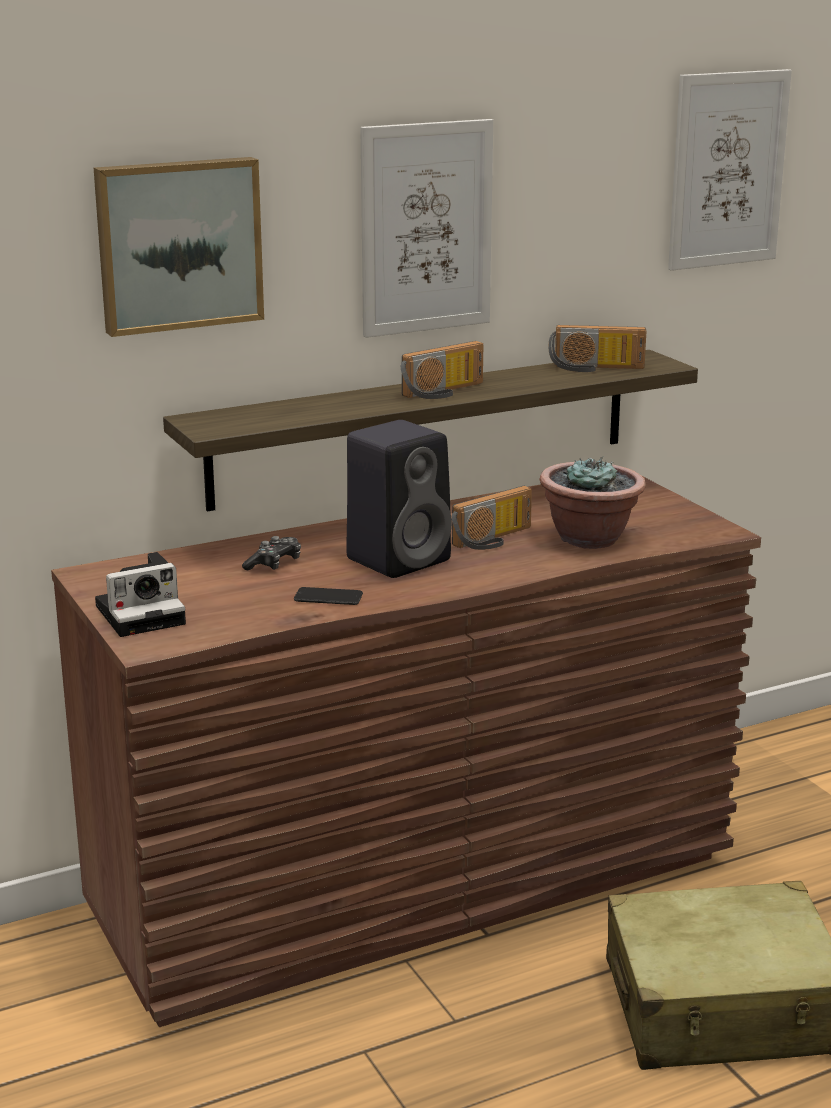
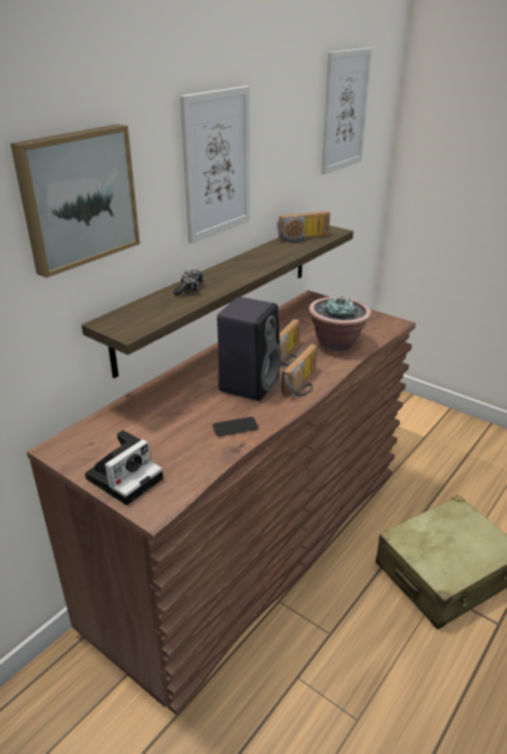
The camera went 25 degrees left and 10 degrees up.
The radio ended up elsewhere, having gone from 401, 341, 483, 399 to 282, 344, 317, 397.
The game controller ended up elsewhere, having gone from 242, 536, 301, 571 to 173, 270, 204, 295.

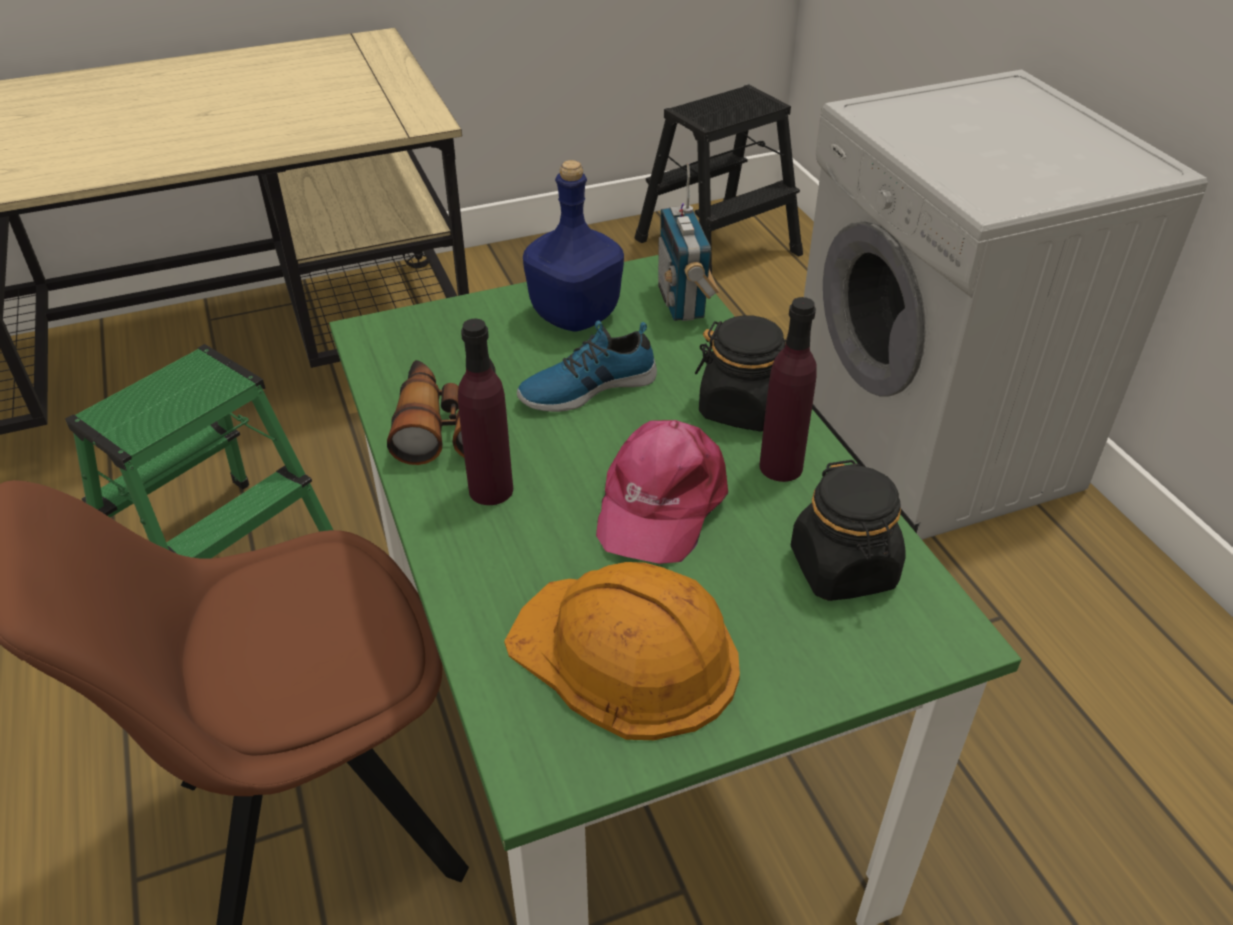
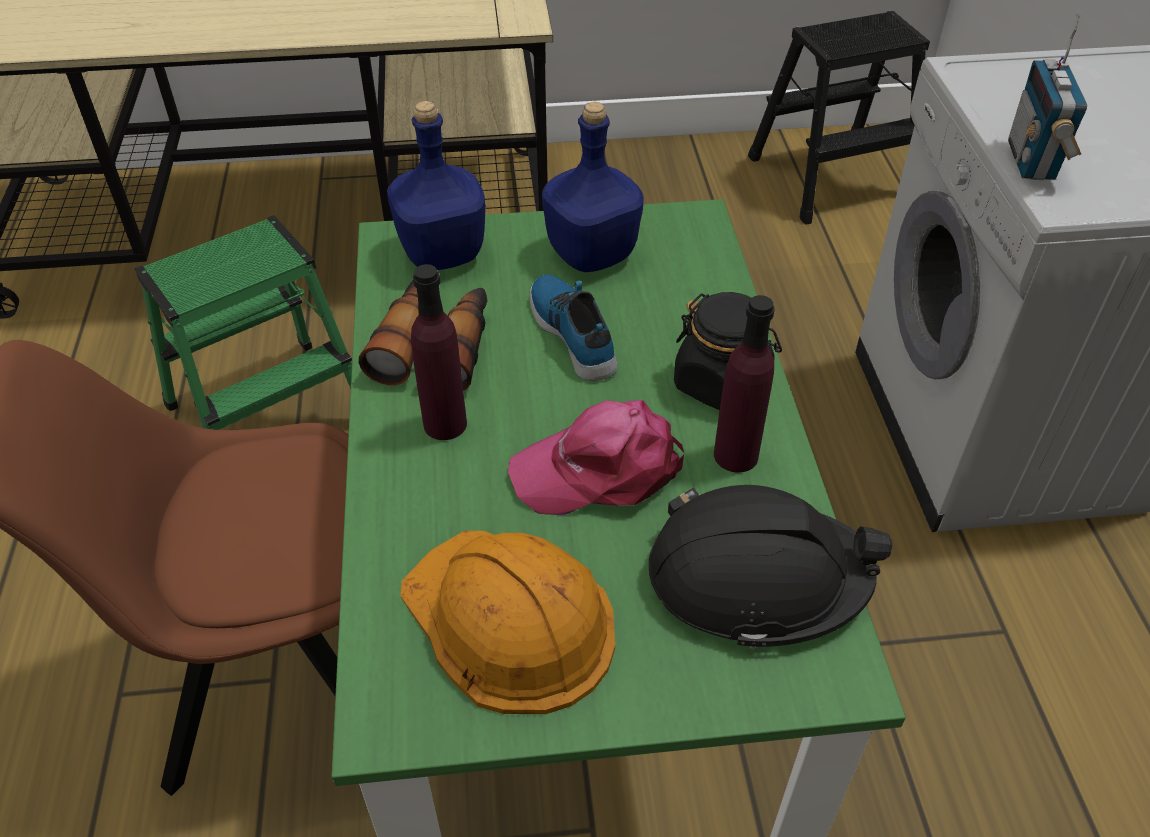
The camera went 15 degrees right and 5 degrees up.
The radio ended up elsewhere, having gone from 658, 163, 720, 321 to 1008, 14, 1087, 180.
The shoe at 517, 321, 657, 412 ended up facing another way, 75 degrees clockwise from before.
The cap/pink at 596, 420, 728, 564 ended up facing another way, 45 degrees clockwise from before.
Where the jar/black stood at 791, 460, 905, 601, the hard hat/black came to stand at 649, 485, 892, 650.
The second view gained the bottle/blue at 387, 101, 486, 270.

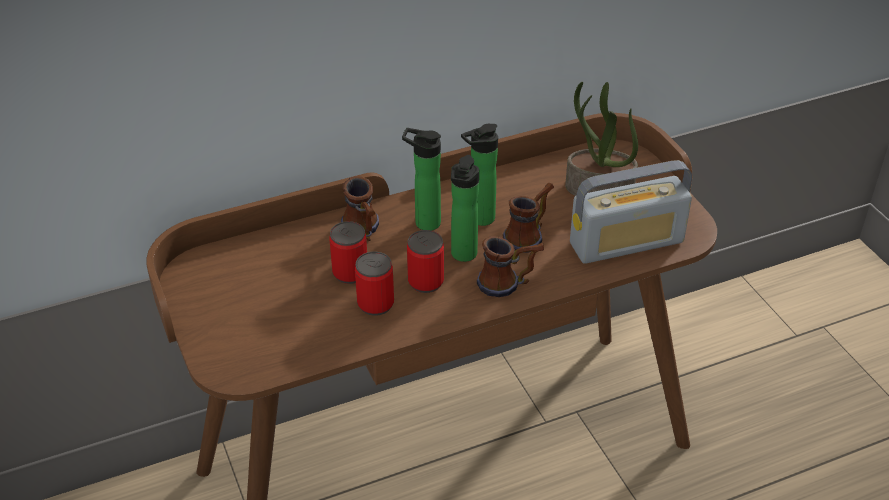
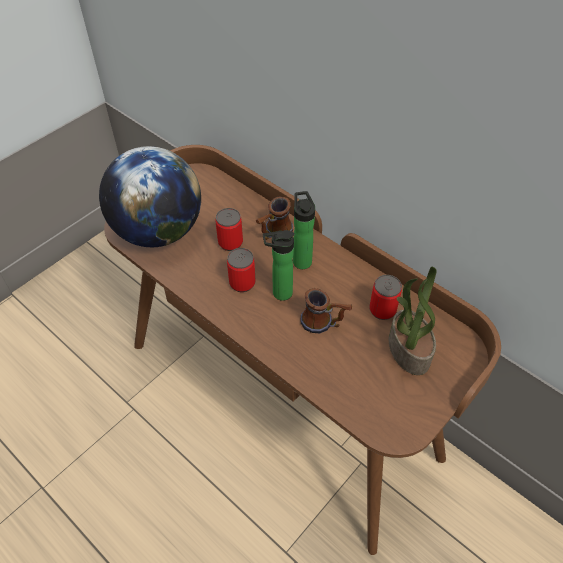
The camera went 65 degrees right and 10 degrees up.
The second view lost the bottle at 461, 124, 498, 226.
The second view lost the radio at 570, 160, 692, 264.
The second view lost the mug at 477, 236, 544, 297.
The can ended up elsewhere, having gone from 355, 252, 394, 316 to 369, 275, 402, 320.
The second view gained the globe at 99, 146, 201, 247.

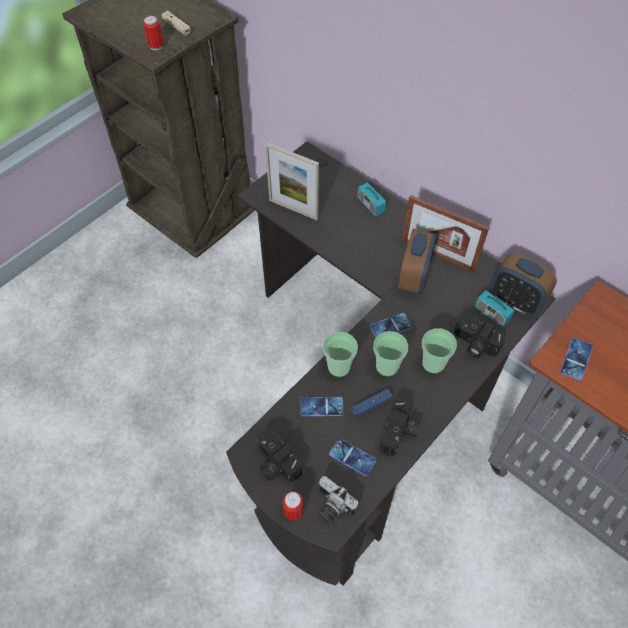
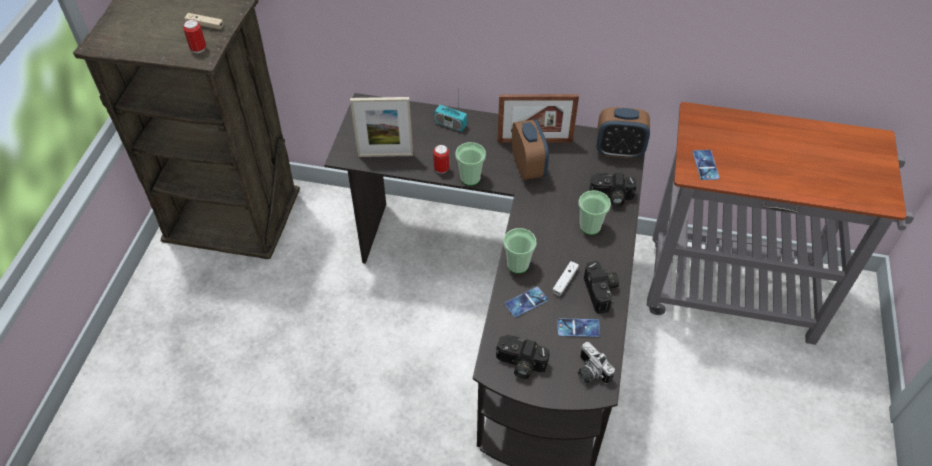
The camera went 30 degrees left and 5 degrees down.
The second view lost the radio at 475, 287, 514, 327.
The second view lost the phone at 370, 313, 412, 337.
The cup ended up elsewhere, having gone from 373, 331, 408, 377 to 455, 142, 486, 186.
What was the game controller/blue at 352, 389, 393, 417 turned into the game controller/white at 552, 261, 579, 296.
The photo camera at 318, 476, 358, 522 ended up facing another way, 45 degrees clockwise from before.
The can ended up elsewhere, having gone from 282, 491, 303, 520 to 433, 145, 449, 174.

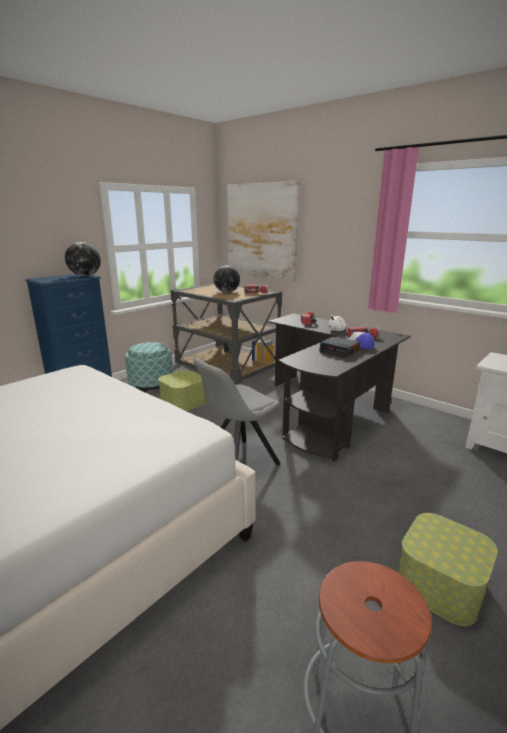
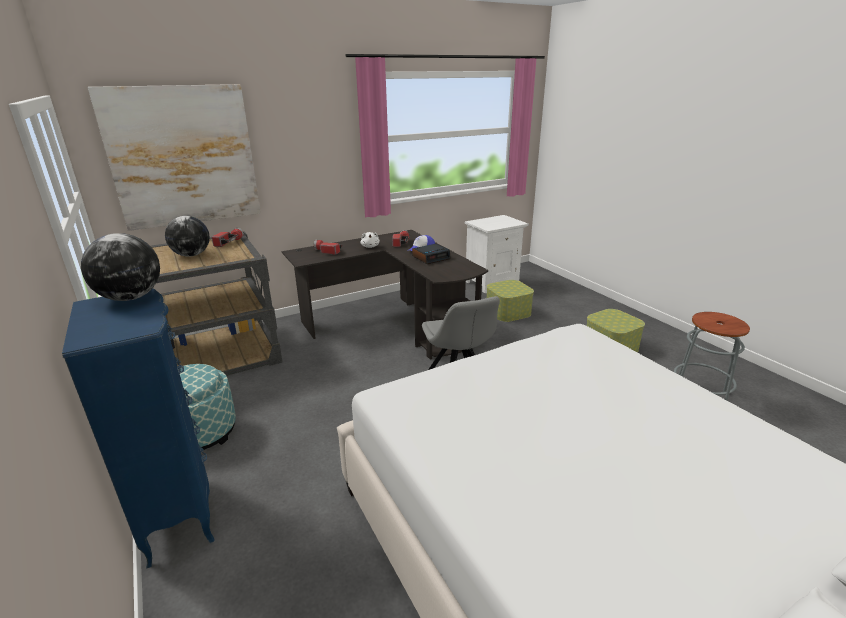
The camera went 70 degrees left and 5 degrees up.
The storage box ended up elsewhere, having gone from 158, 370, 206, 411 to 487, 280, 534, 322.

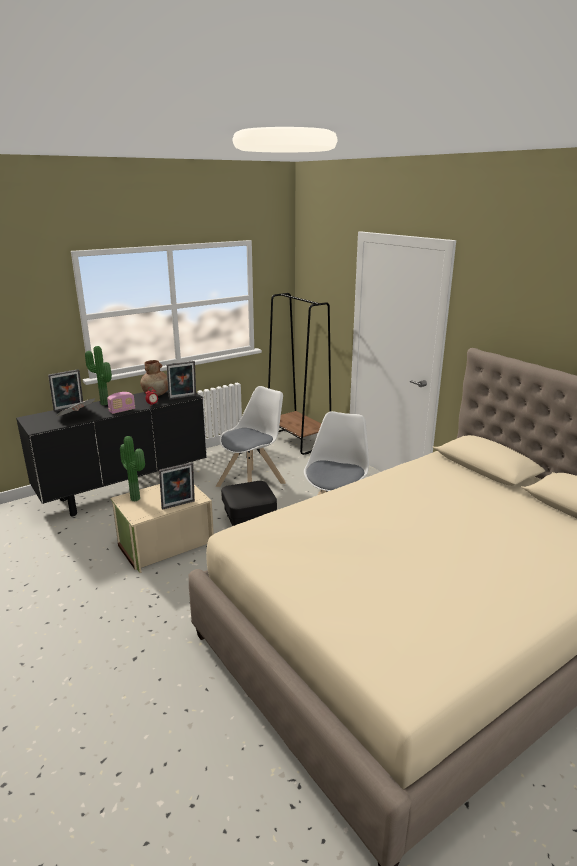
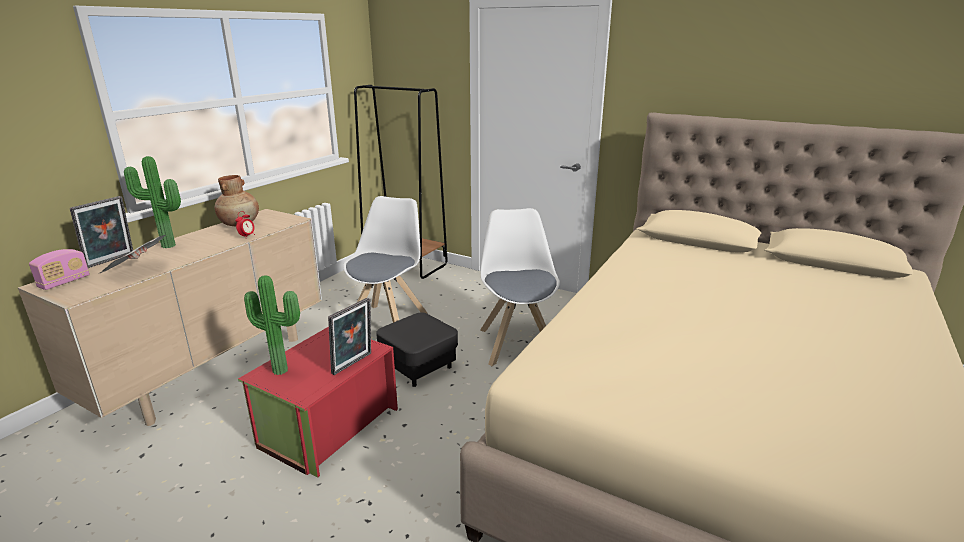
The camera went 25 degrees left and 0 degrees up.
The second view lost the picture frame at 167, 361, 196, 400.
What was the dresser/black at 16, 390, 207, 517 turned into the dresser/beige at 18, 209, 322, 426.
The radio ended up elsewhere, having gone from 107, 392, 135, 414 to 29, 249, 90, 290.
What was the storage box/beige at 110, 484, 214, 573 turned into the storage box/red at 238, 327, 398, 478.

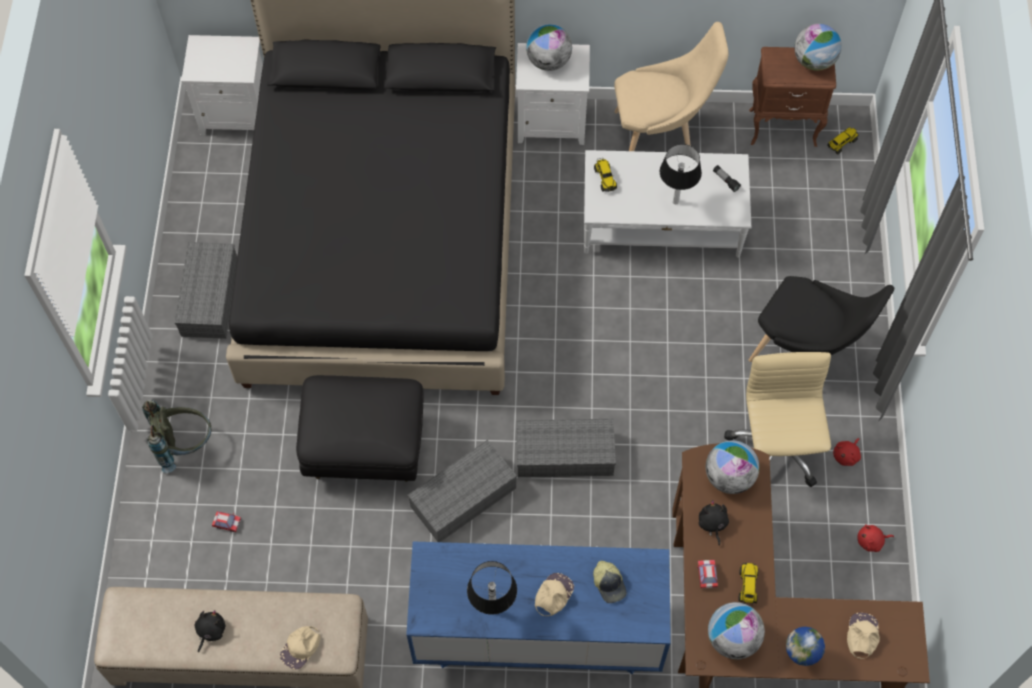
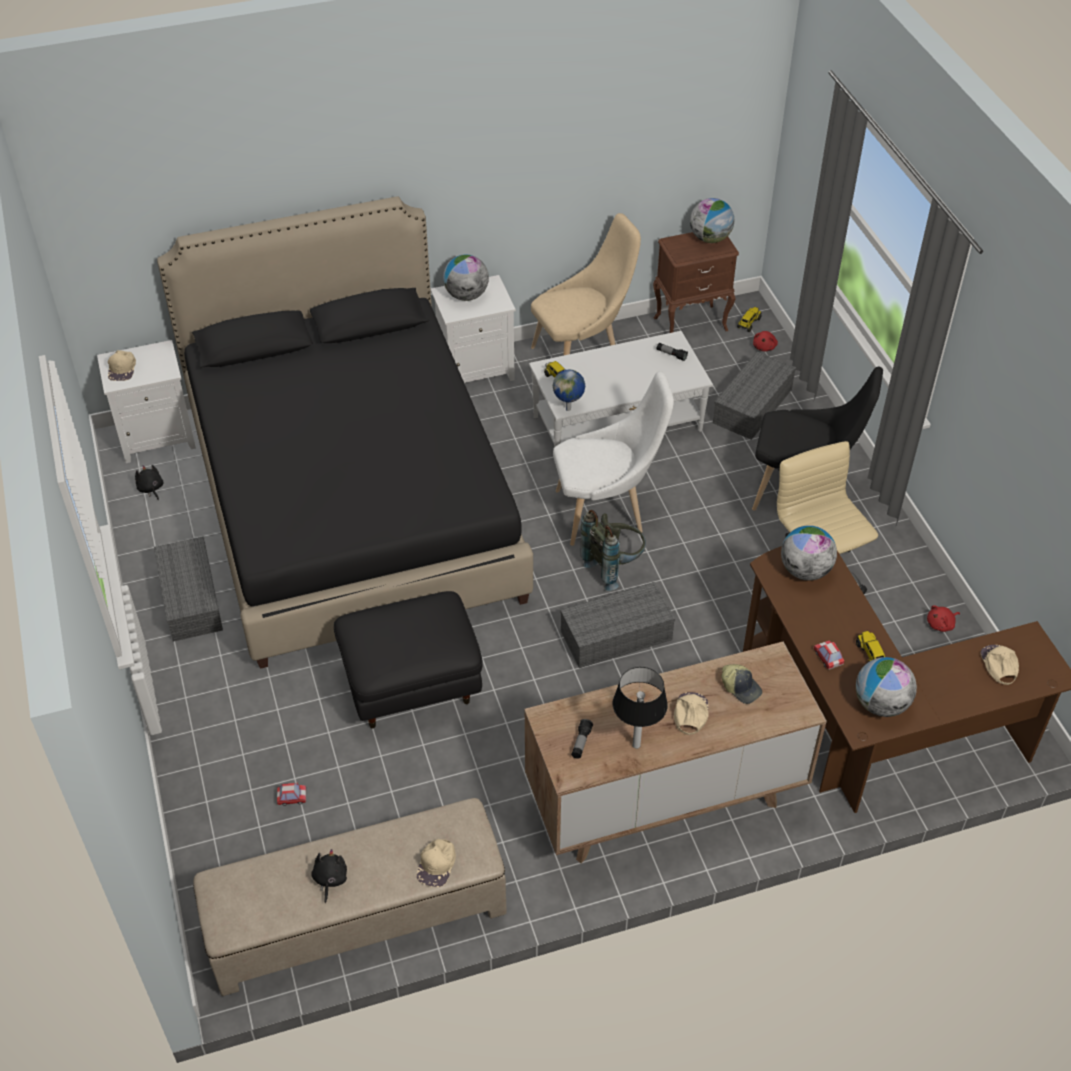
The camera went 20 degrees left and 15 degrees down.
The second view lost the table lamp at 660, 144, 702, 204.
The backpack/grey ended up elsewhere, having gone from 142, 400, 212, 473 to 580, 510, 646, 591.
The plush toy/red ended up elsewhere, having gone from 833, 438, 861, 466 to 753, 331, 778, 351.
The storage box/grey ended up elsewhere, having gone from 408, 440, 517, 542 to 713, 352, 796, 440.
The plush toy/black ended up elsewhere, having gone from 699, 500, 729, 546 to 135, 465, 163, 501.
What was the dresser/blue at 406, 541, 671, 674 turned into the dresser/green at 524, 642, 827, 863.
The globe ended up elsewhere, having gone from 786, 627, 825, 666 to 553, 370, 585, 411.
The second view gained the cap/beige at 108, 350, 136, 381.
The second view gained the chair/white at 553, 371, 674, 546.
The second view gained the flashlight at 571, 719, 593, 759.

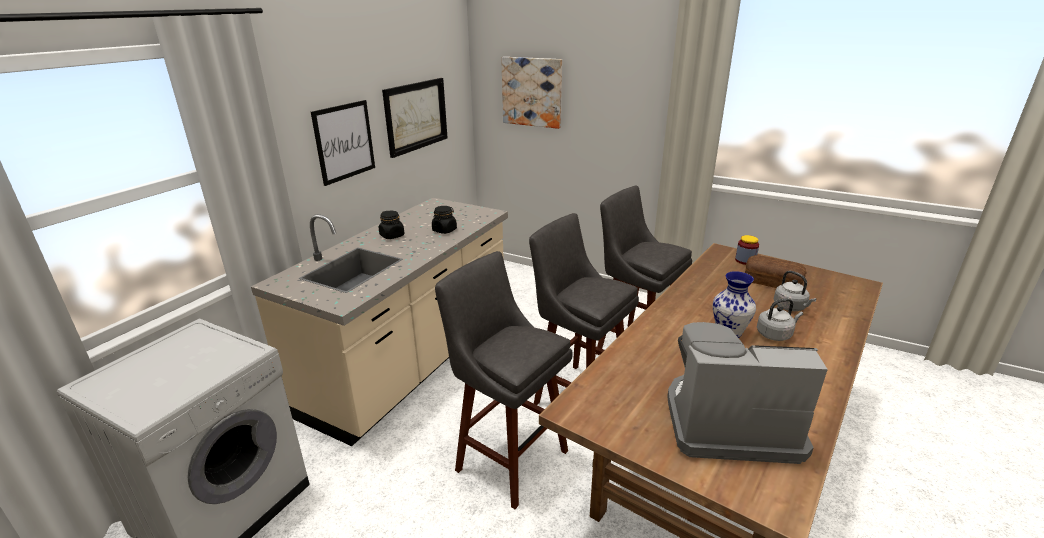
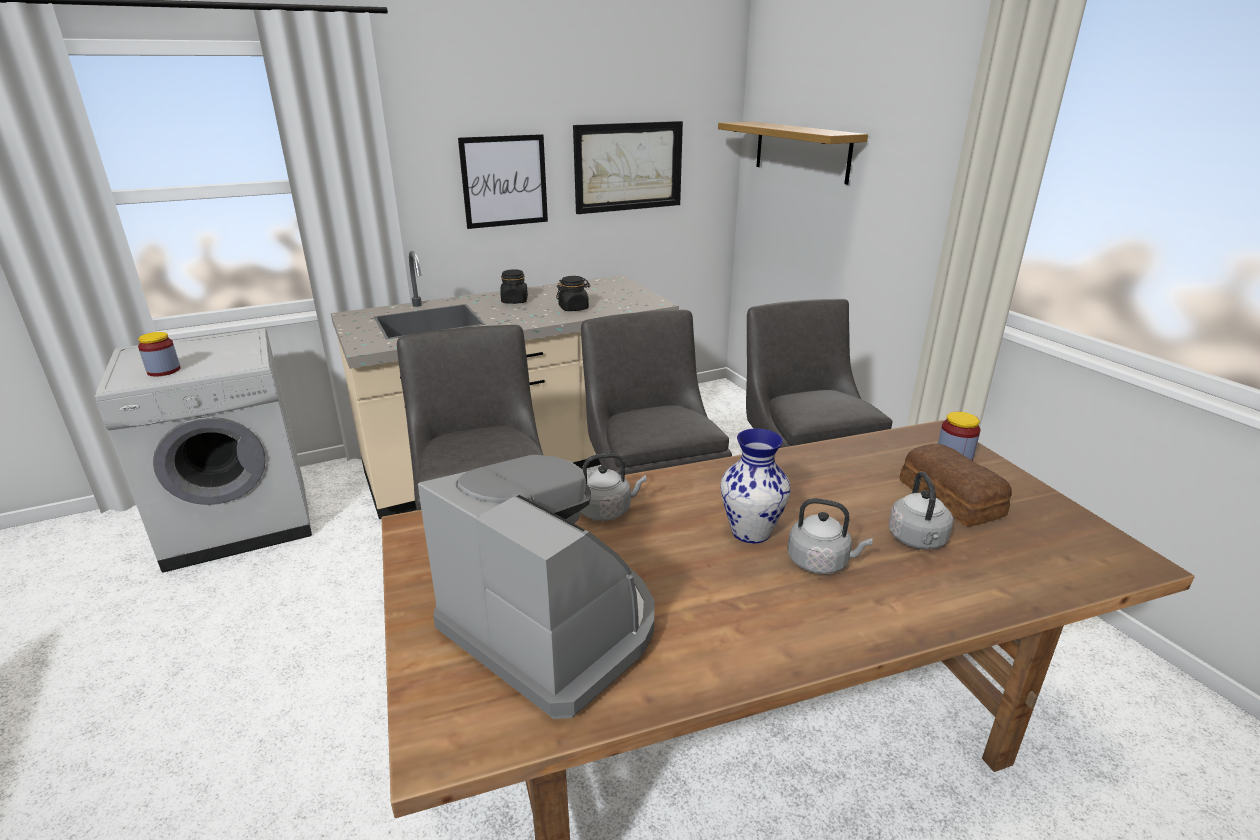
The camera went 35 degrees right and 0 degrees up.
Where the picture hung at 501, 57, 562, 129, the shelf came to hang at 718, 121, 868, 185.
The second view gained the jar at 138, 332, 181, 376.
The second view gained the kettle/grey at 581, 453, 647, 521.

